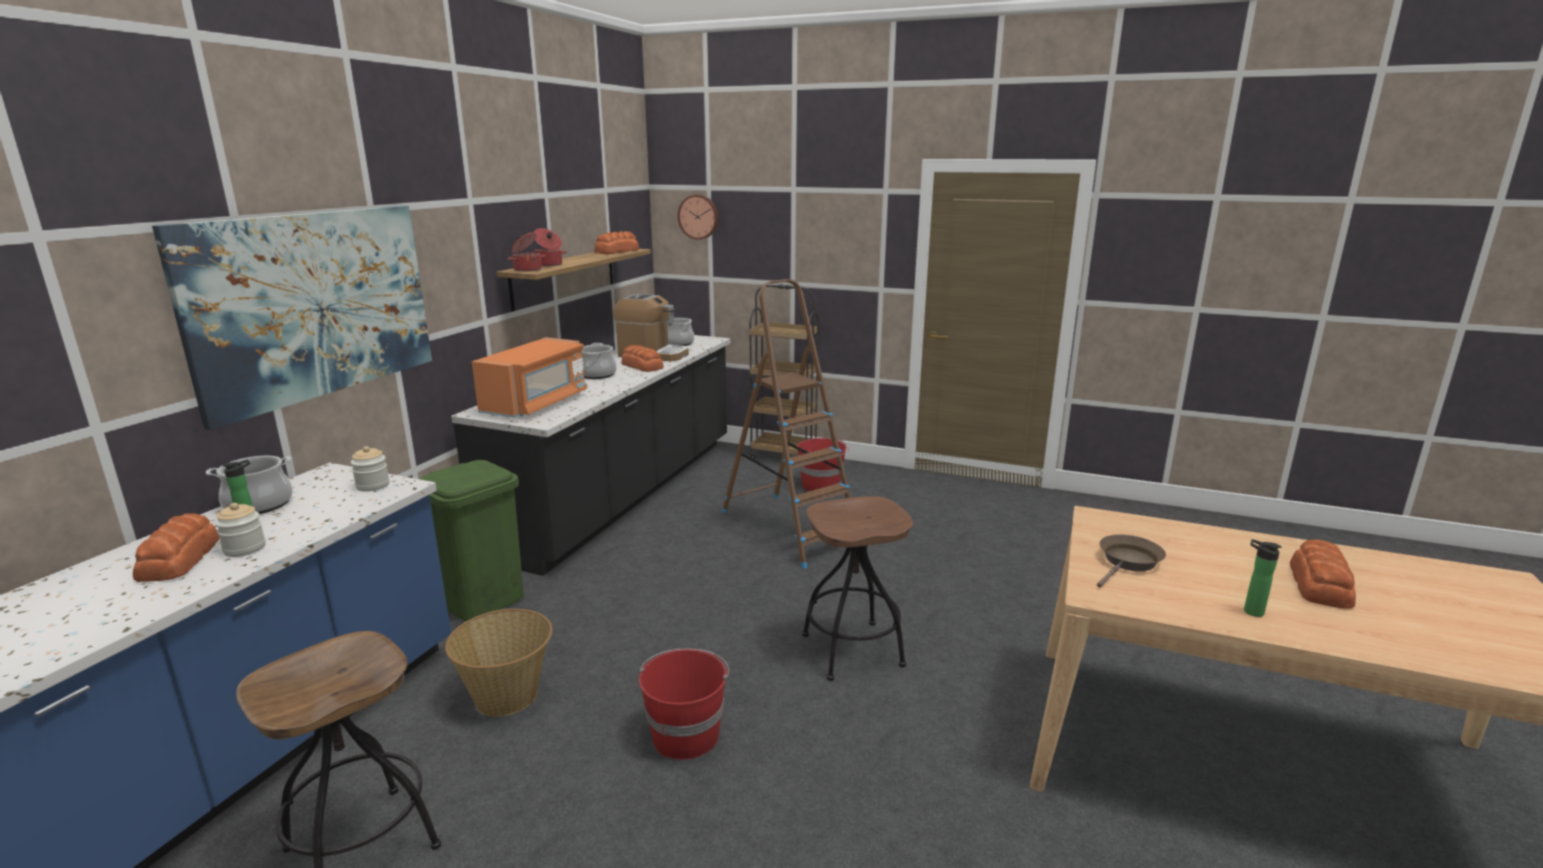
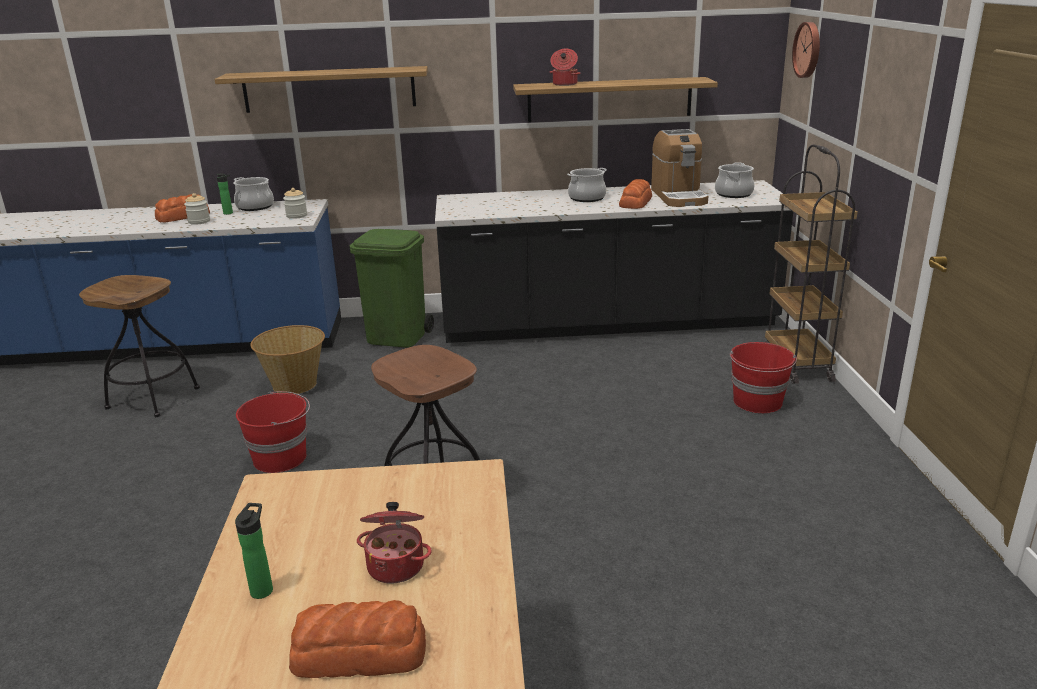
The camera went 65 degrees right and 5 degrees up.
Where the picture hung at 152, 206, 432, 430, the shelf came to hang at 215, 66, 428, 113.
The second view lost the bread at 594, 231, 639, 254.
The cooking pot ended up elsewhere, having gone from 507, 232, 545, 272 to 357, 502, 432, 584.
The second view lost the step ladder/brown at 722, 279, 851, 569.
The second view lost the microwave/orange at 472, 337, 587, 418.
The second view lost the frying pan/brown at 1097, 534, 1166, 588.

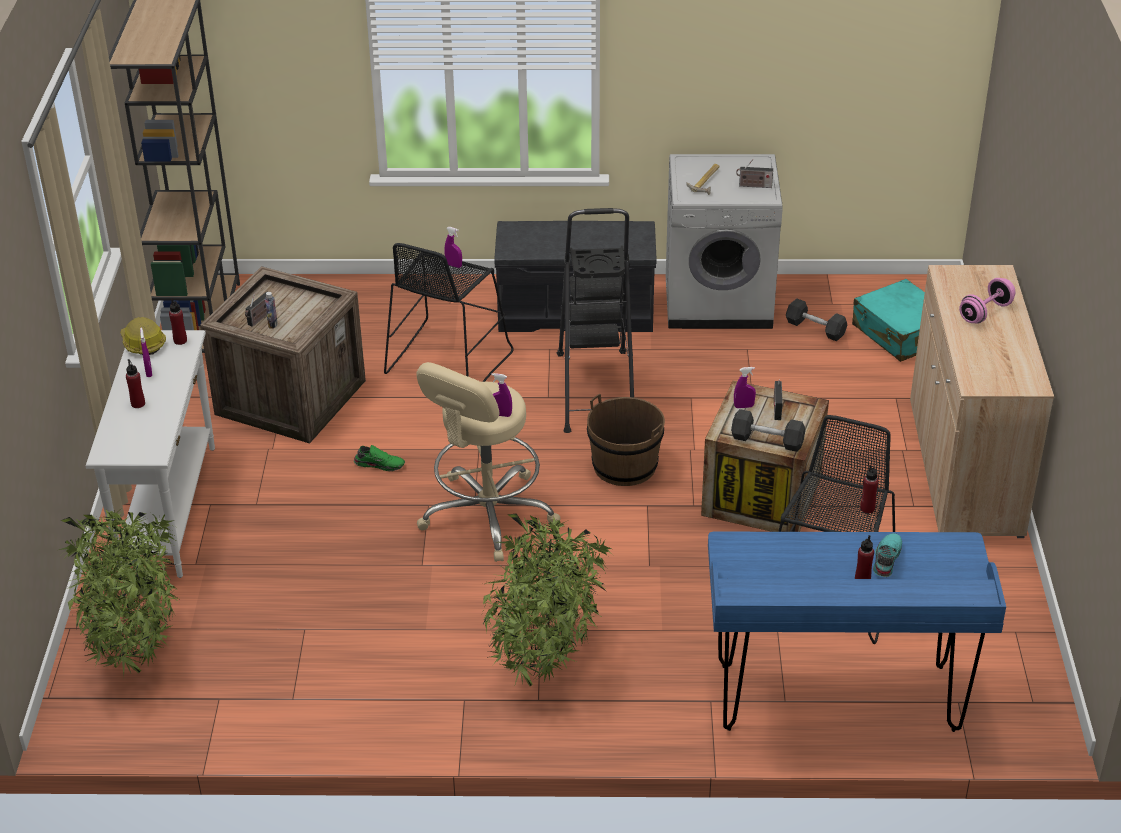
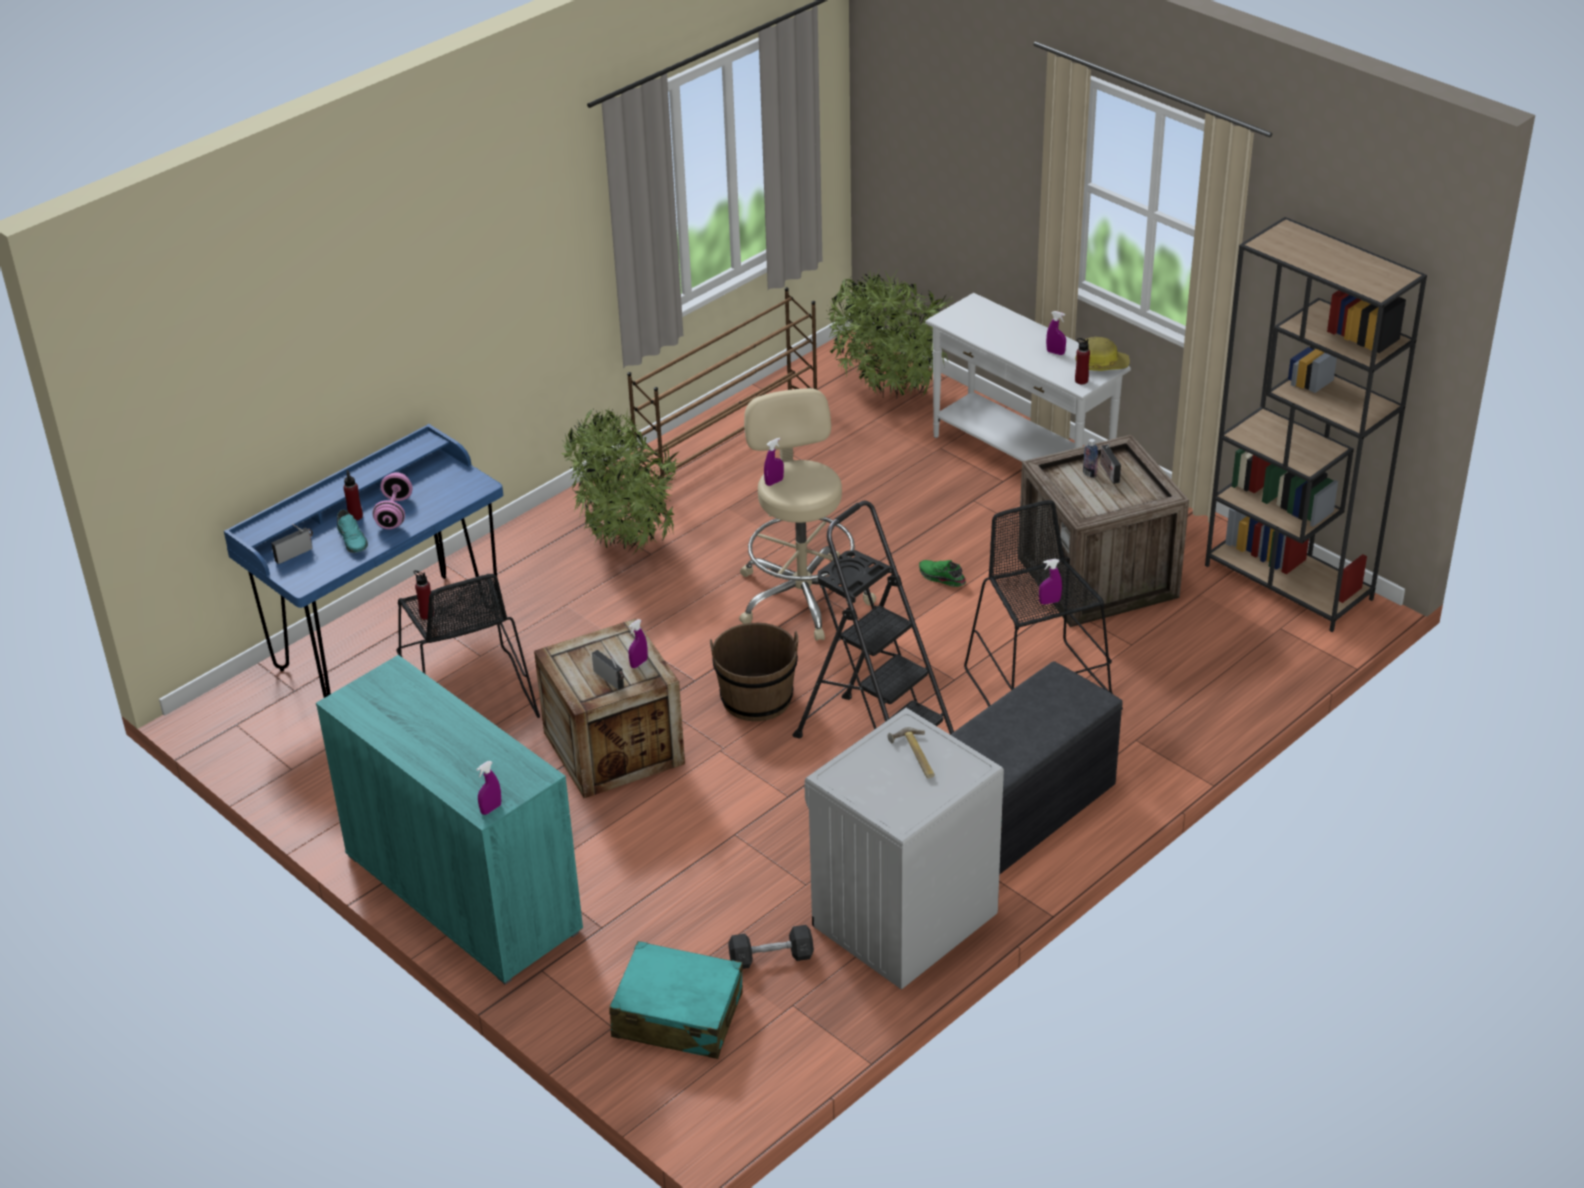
The camera went 135 degrees right and 0 degrees up.
The radio ended up elsewhere, having gone from 736, 159, 773, 188 to 271, 524, 313, 564.
What was the cabinet/beige at 910, 265, 1054, 538 turned into the cabinet/turquoise at 316, 655, 583, 985.
The dumbbell/pink ended up elsewhere, having gone from 959, 278, 1016, 324 to 372, 472, 413, 529.
The second view lost the bottle/red at 126, 359, 145, 408.
The second view lost the dumbbell/grey at 731, 409, 805, 452.
The shoe/green at 354, 445, 405, 471 ended up facing another way, 75 degrees clockwise from before.
The second view gained the shoe rack/brown at 627, 287, 817, 493.
The second view gained the spray bottle/purple at 476, 761, 501, 815.

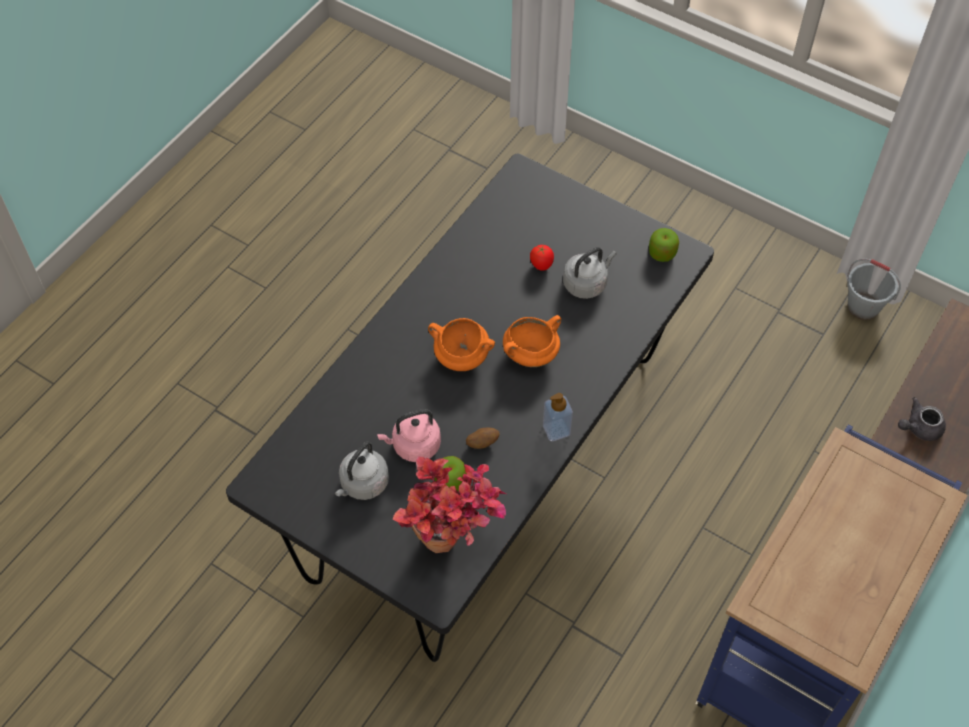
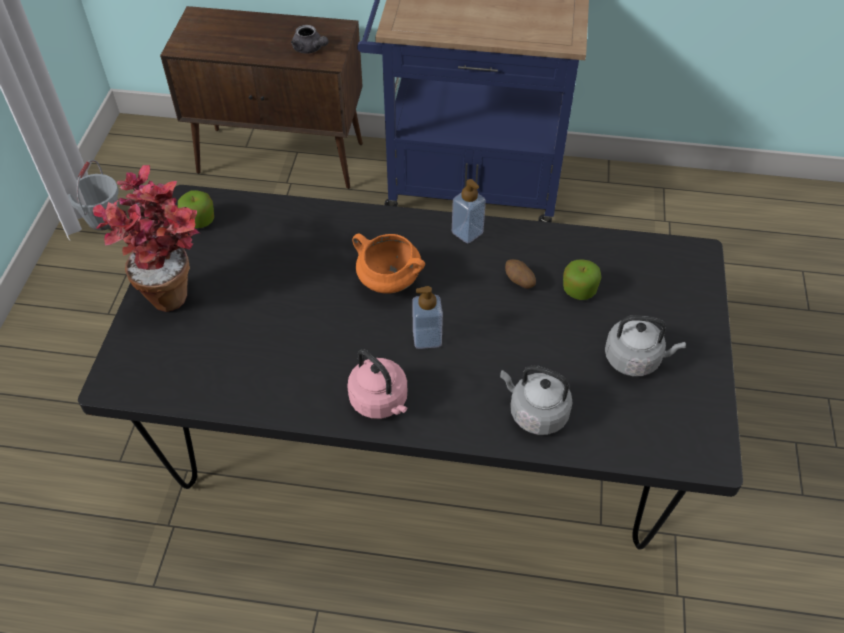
The camera went 115 degrees left and 5 degrees down.
The second view lost the tomato at 530, 244, 554, 271.
The kettle/grey ended up elsewhere, having gone from 563, 247, 617, 299 to 500, 365, 573, 435.
Where the cooking pot/orange stood at 428, 318, 495, 371, the soap dispenser came to stand at 412, 286, 443, 349.
The kettle/pink ended up elsewhere, having gone from 377, 409, 441, 462 to 347, 349, 407, 419.
The potted plant ended up elsewhere, having gone from 393, 457, 506, 553 to 93, 165, 200, 312.

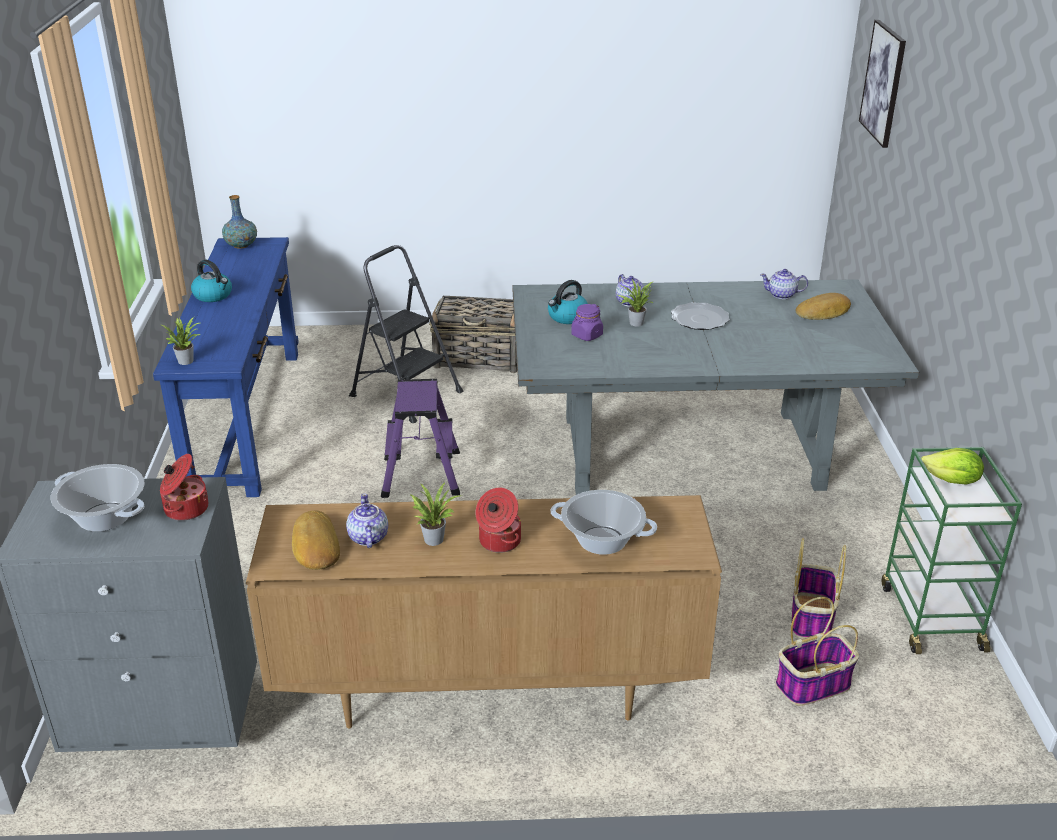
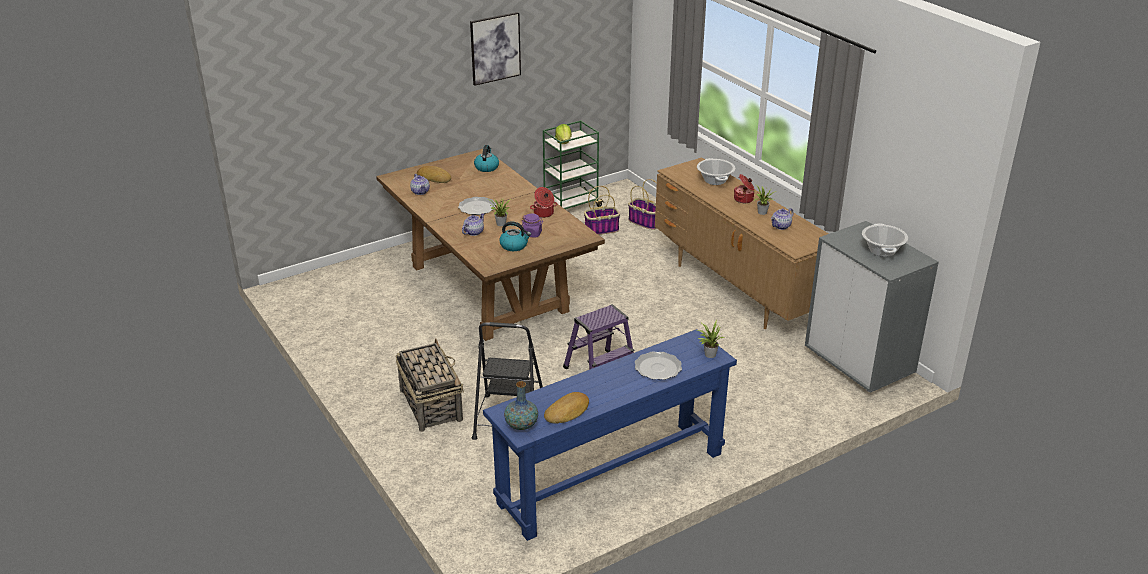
The camera went 120 degrees left and 0 degrees up.
The picture ended up elsewhere, having gone from 859, 20, 906, 148 to 470, 12, 521, 86.
The kettle ended up elsewhere, having gone from 191, 260, 232, 302 to 474, 145, 499, 172.
What was the dining table/grey at 512, 279, 919, 495 turned into the dining table/brown at 376, 149, 605, 341.
The cooking pot ended up elsewhere, having gone from 160, 454, 208, 521 to 530, 187, 557, 218.
The bread ended up elsewhere, having gone from 292, 510, 340, 570 to 544, 392, 589, 424.
The second view gained the plate at 635, 351, 682, 380.

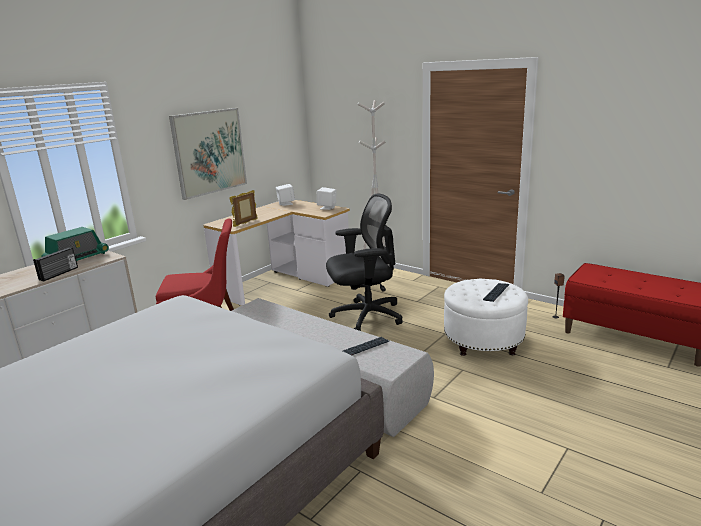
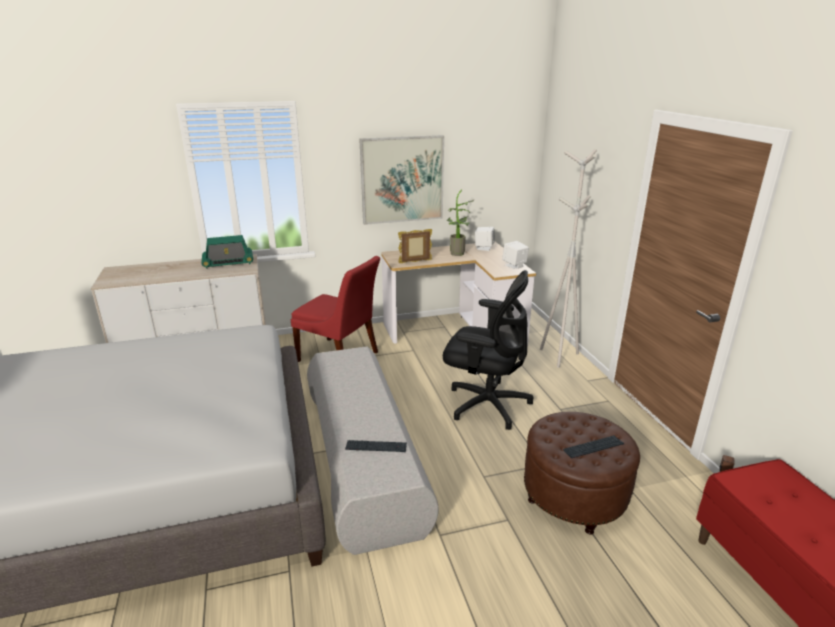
The camera went 35 degrees right and 5 degrees up.
The second view lost the radio at 33, 247, 78, 281.
What was the ottoman/white at 444, 279, 528, 356 turned into the ottoman/brown at 524, 412, 640, 535.
The second view gained the potted plant at 447, 189, 474, 256.

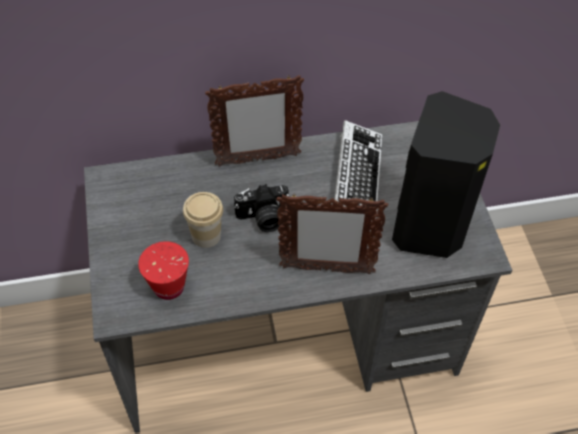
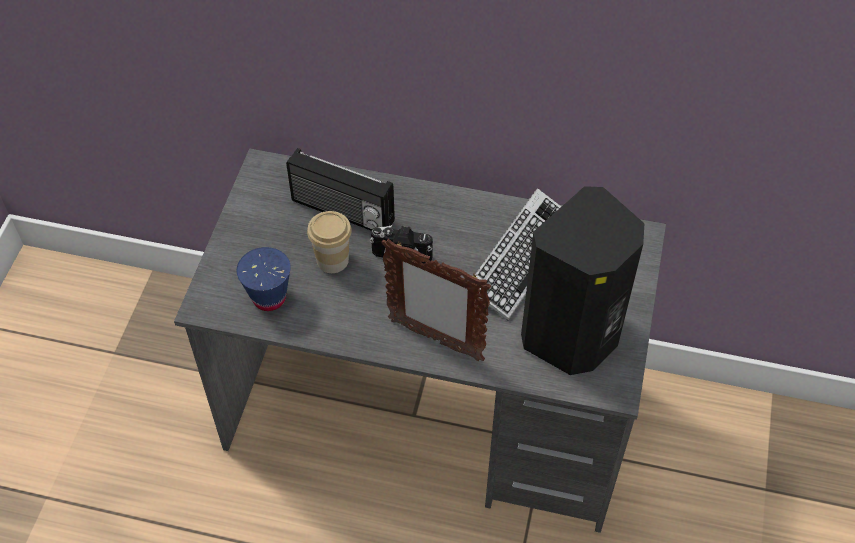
The camera went 25 degrees right and 0 degrees up.
The second view lost the picture frame at 205, 75, 304, 167.
What was the cup/red at 138, 241, 189, 300 turned into the cup/blue at 237, 247, 291, 311.
The second view gained the radio at 286, 148, 395, 231.

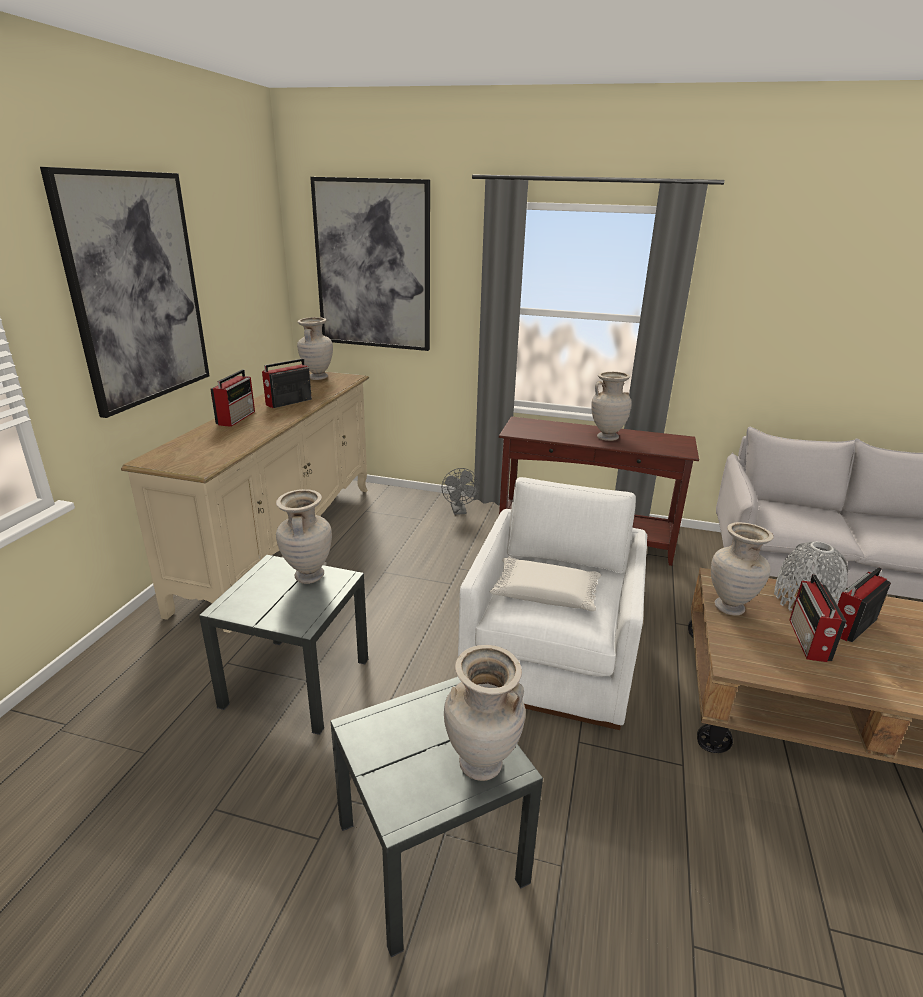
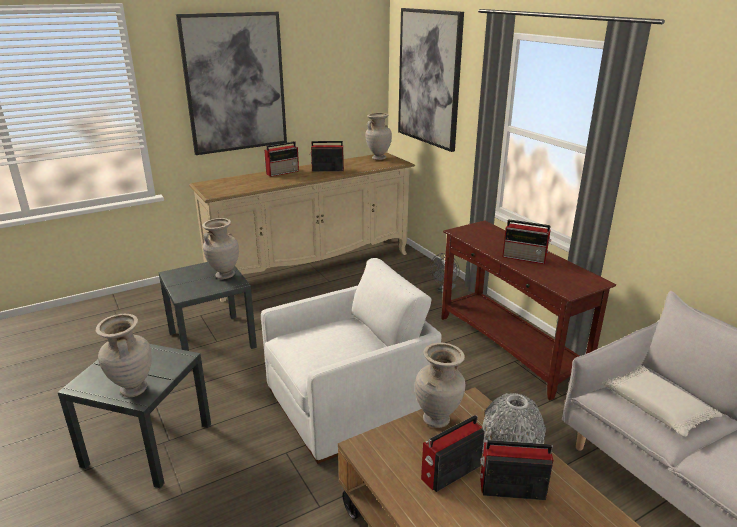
The camera went 45 degrees right and 0 degrees up.
Where the vase/beige stood at 591, 372, 632, 441, the radio came to stand at 502, 220, 552, 264.
The pillow/white ended up elsewhere, having gone from 490, 556, 601, 611 to 603, 365, 723, 437.

